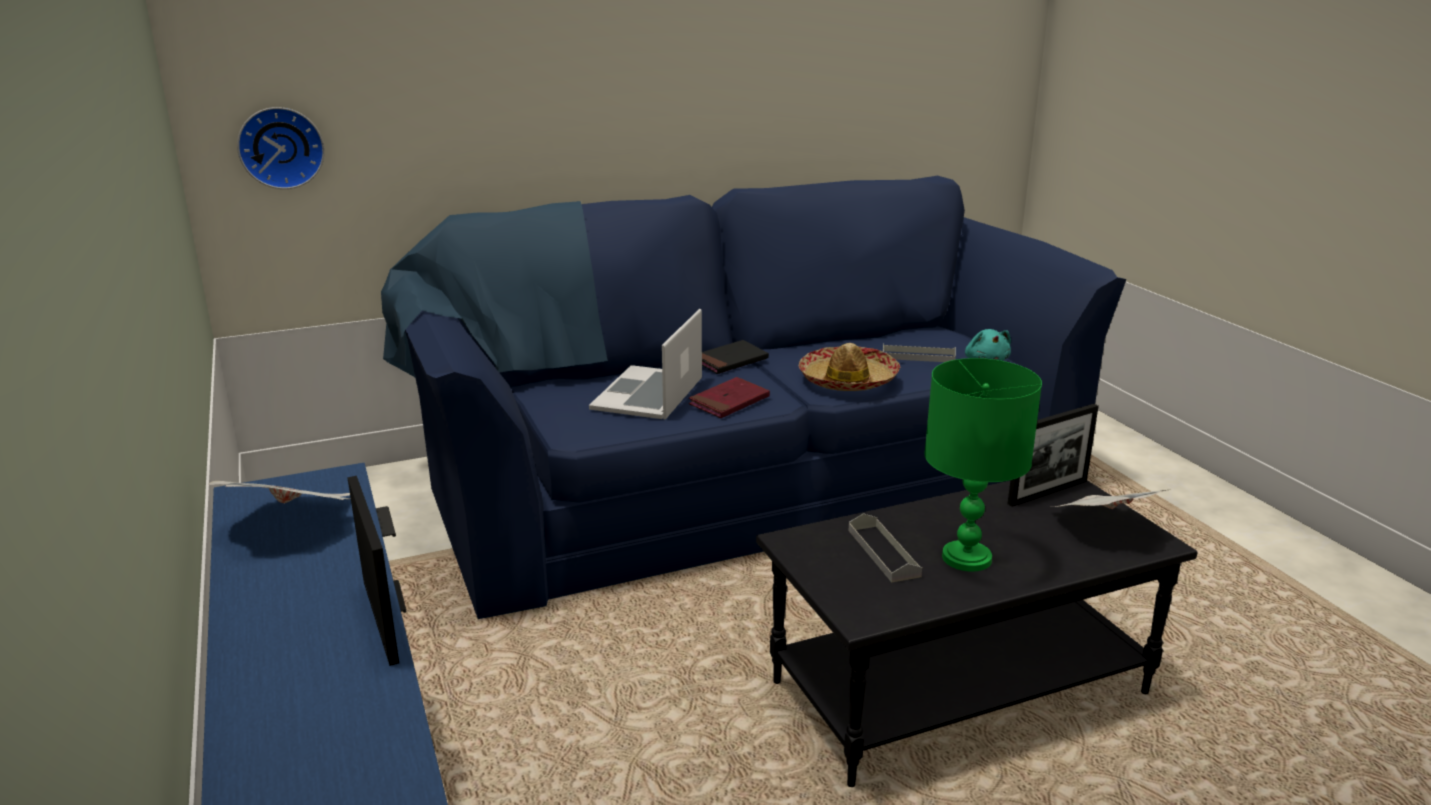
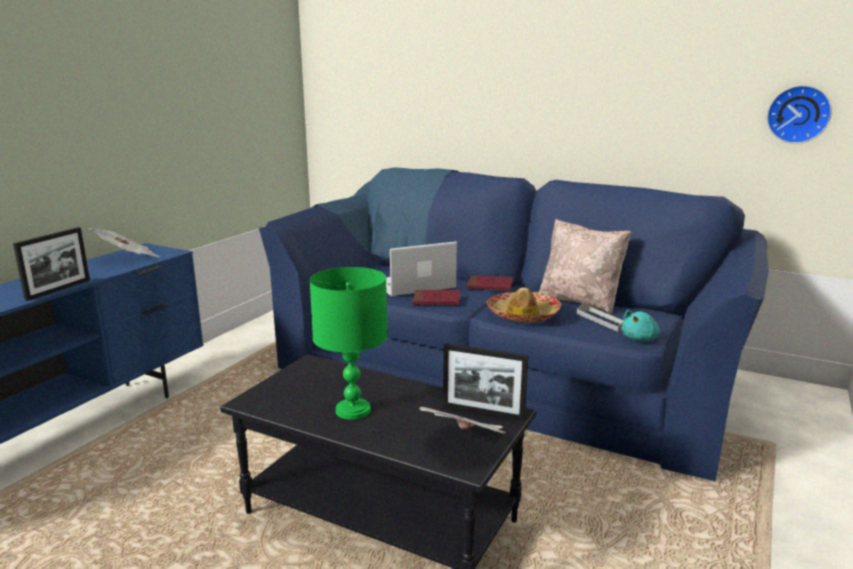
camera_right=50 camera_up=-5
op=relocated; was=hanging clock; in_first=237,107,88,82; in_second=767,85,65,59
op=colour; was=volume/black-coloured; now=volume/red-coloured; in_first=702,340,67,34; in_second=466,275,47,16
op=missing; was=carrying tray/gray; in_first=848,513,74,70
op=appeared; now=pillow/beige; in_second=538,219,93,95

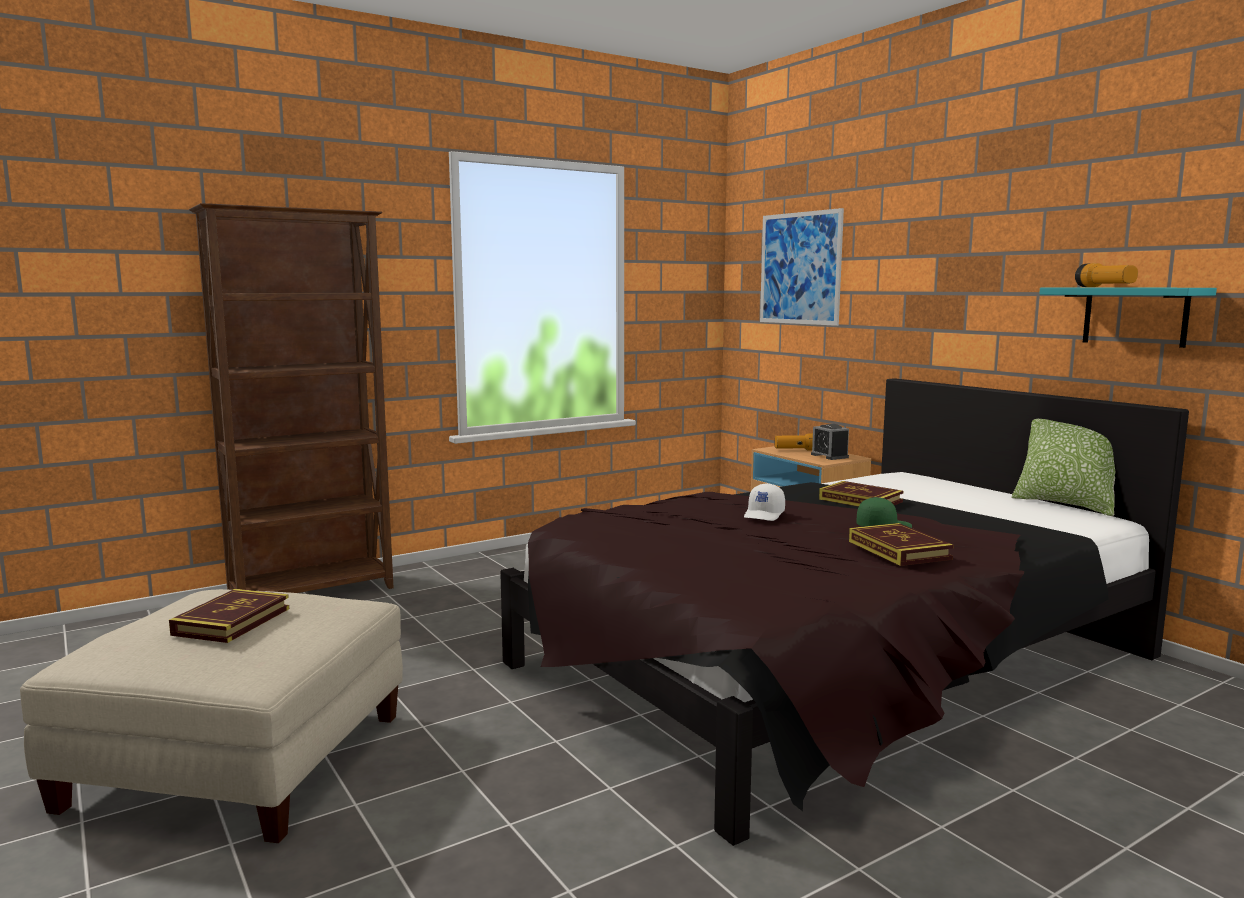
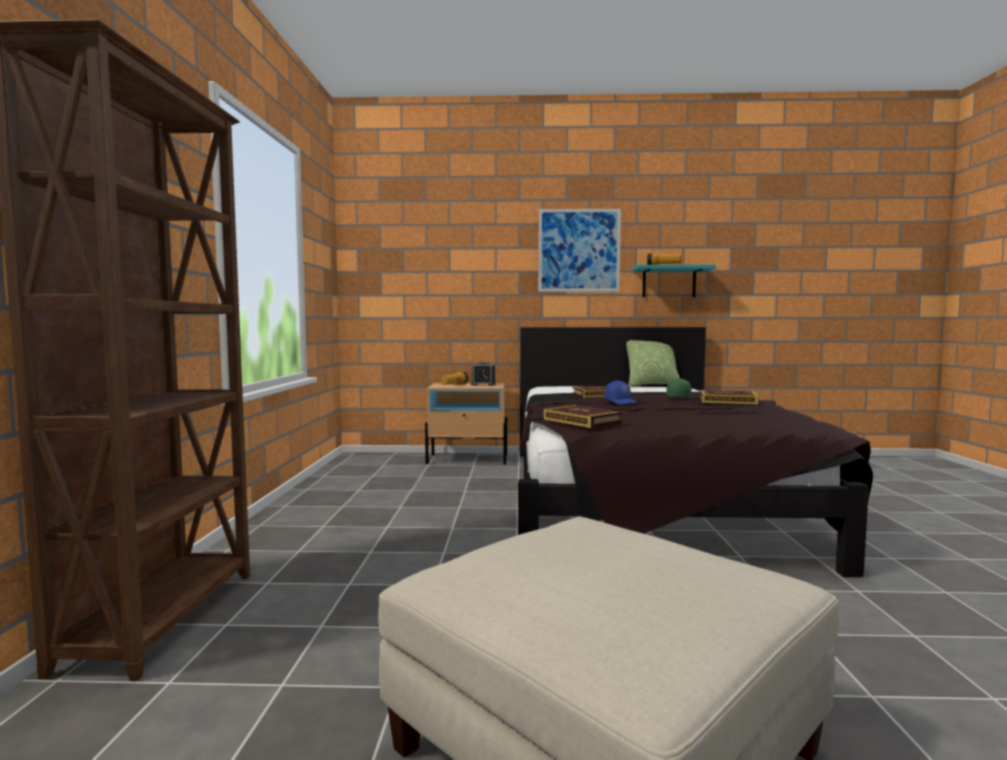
camera_right=-55 camera_up=-5
op=relocated; was=volume; in_first=169,589,120,54; in_second=544,405,78,23
op=colour; was=cap/white-coloured; now=cap/bluish; in_first=744,483,41,38; in_second=605,380,33,24
op=relocated; was=wall picture; in_first=760,208,84,118; in_second=538,209,83,83

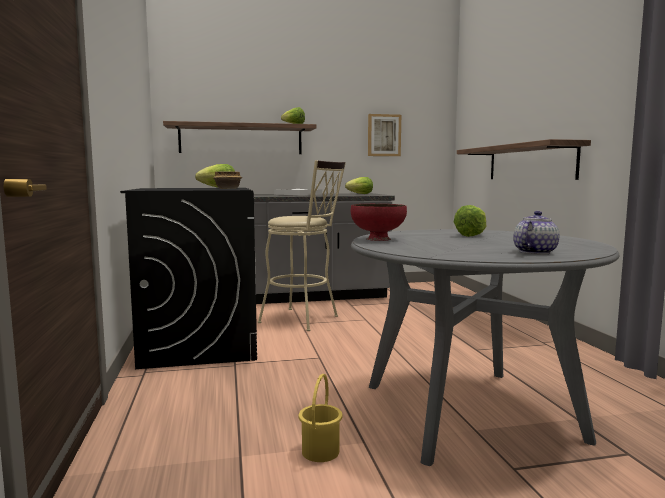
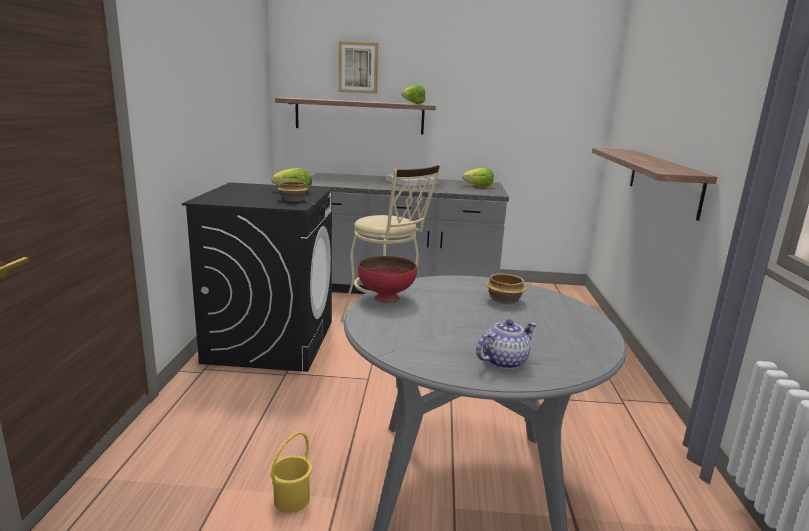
camera_right=15 camera_up=10
op=relocated; was=wall picture; in_first=368,114,33,42; in_second=338,42,40,52
op=exchanged; was=lettuce head; now=bowl; in_first=454,205,32,32; in_second=486,273,40,31

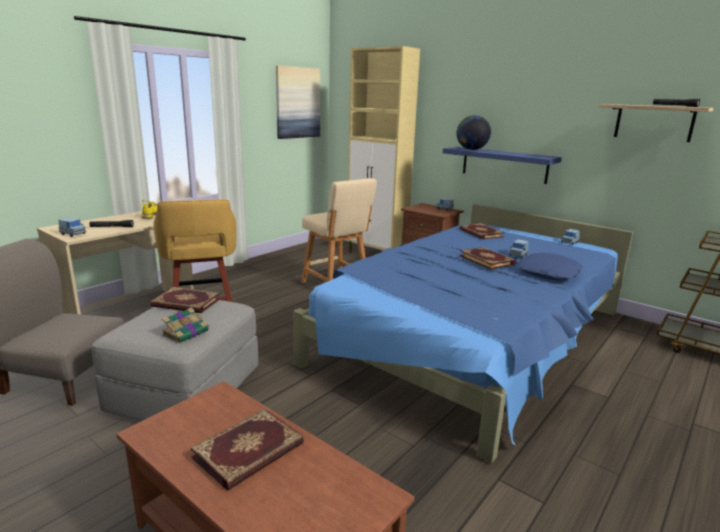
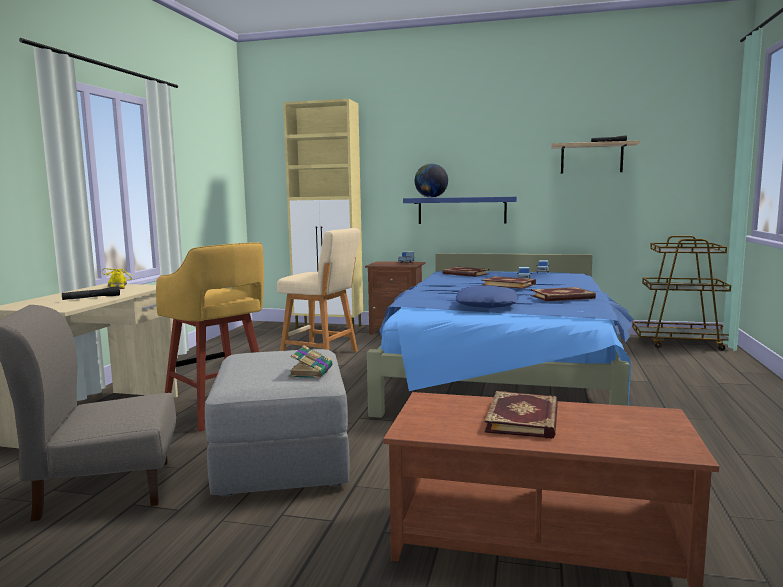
camera_right=-25 camera_up=-10
op=missing; was=miniature car/bluish; in_first=59,218,27,19
op=relocated; was=volume; in_first=150,287,71,26; in_second=531,287,65,14
op=missing; was=wall picture; in_first=276,65,44,74
op=relocated; was=pillow/bluish; in_first=517,253,66,27; in_second=456,285,63,23

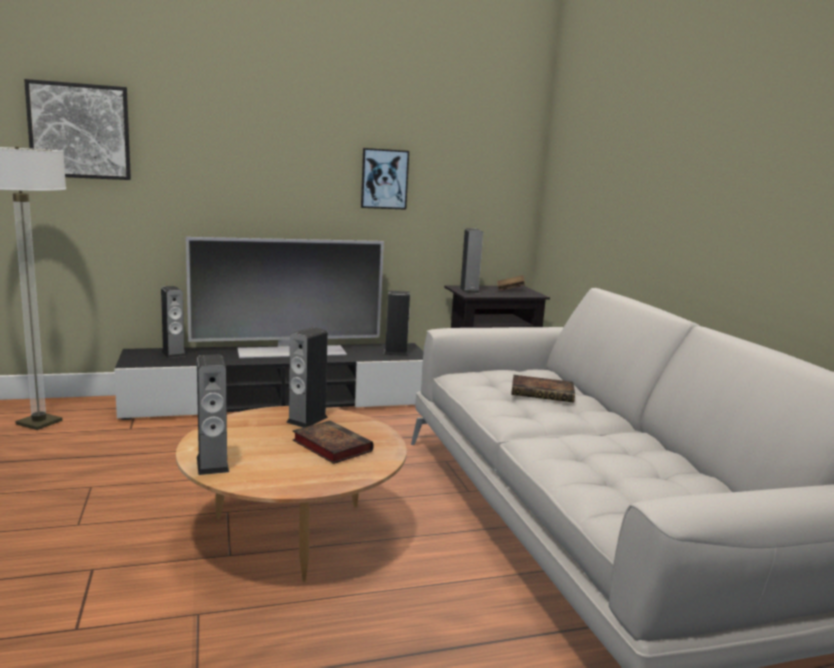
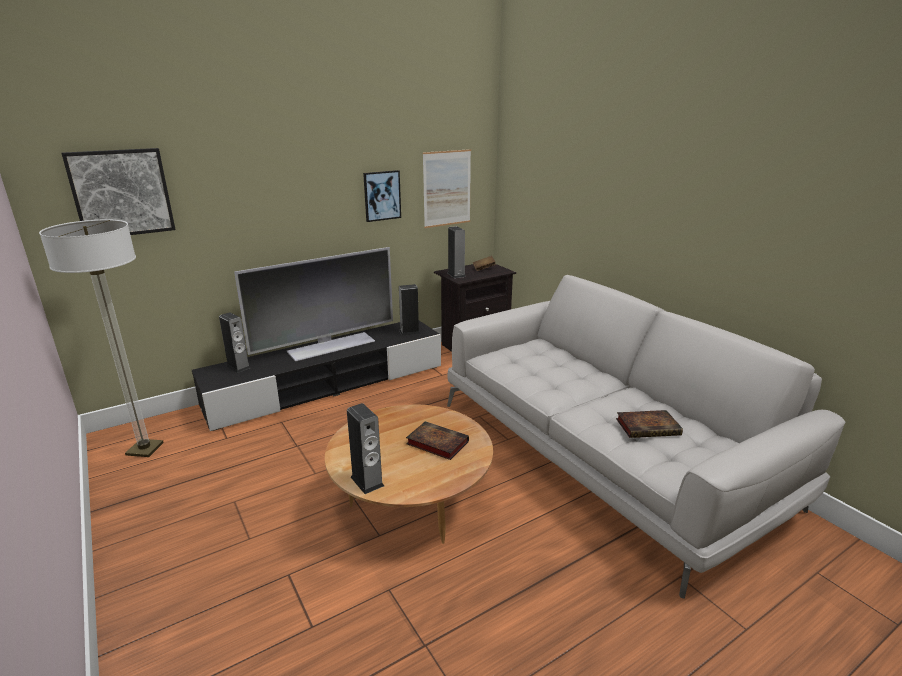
camera_right=-15 camera_up=10
op=missing; was=audio speaker; in_first=286,327,42,101
op=relocated; was=volume; in_first=511,375,64,28; in_second=616,410,67,28
op=appeared; now=wall picture; in_second=423,149,48,79

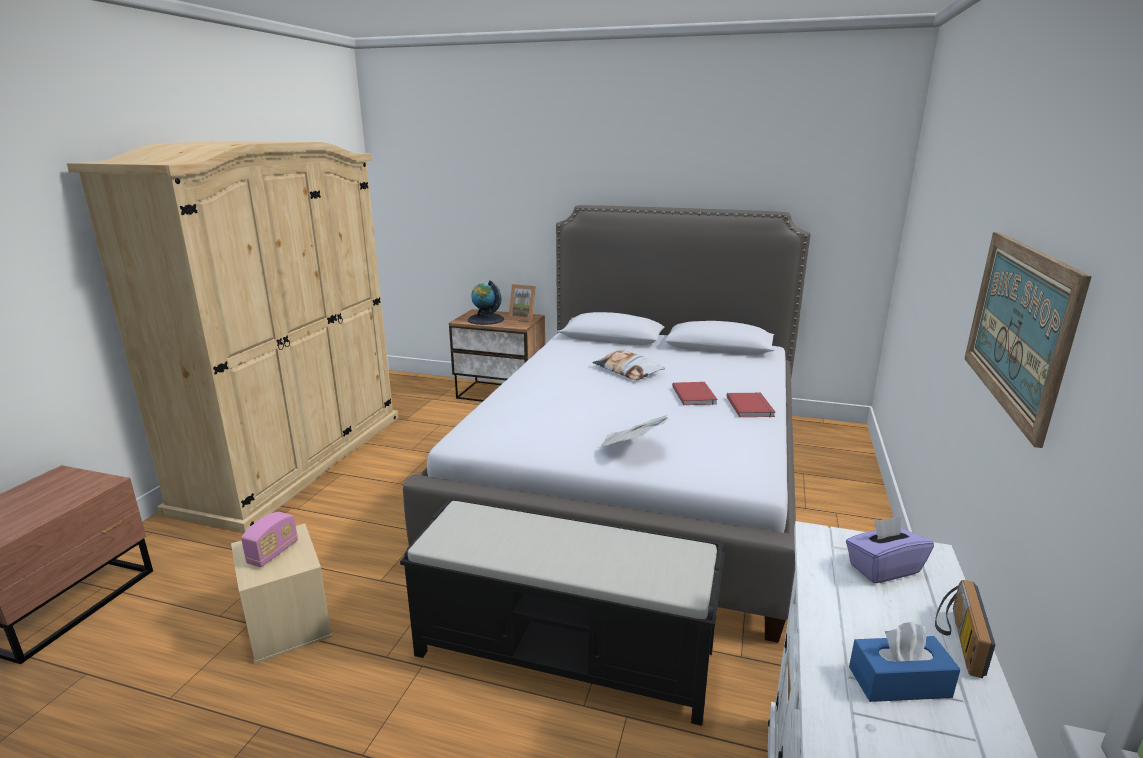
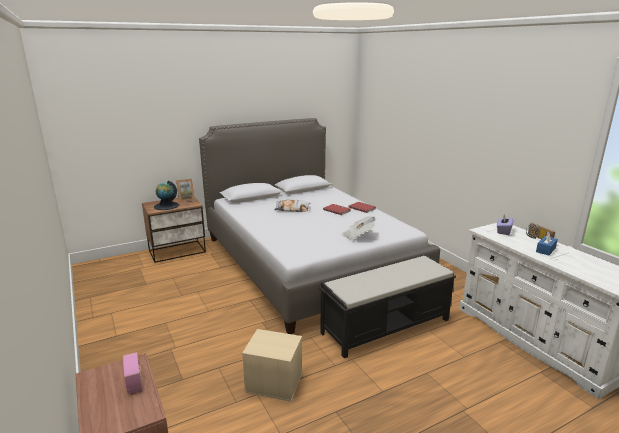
camera_right=-45 camera_up=0
op=missing; was=wardrobe/beige; in_first=67,141,331,392
op=relocated; was=radio; in_first=241,512,57,55; in_second=123,352,19,42
op=missing; was=wall picture; in_first=964,232,128,216

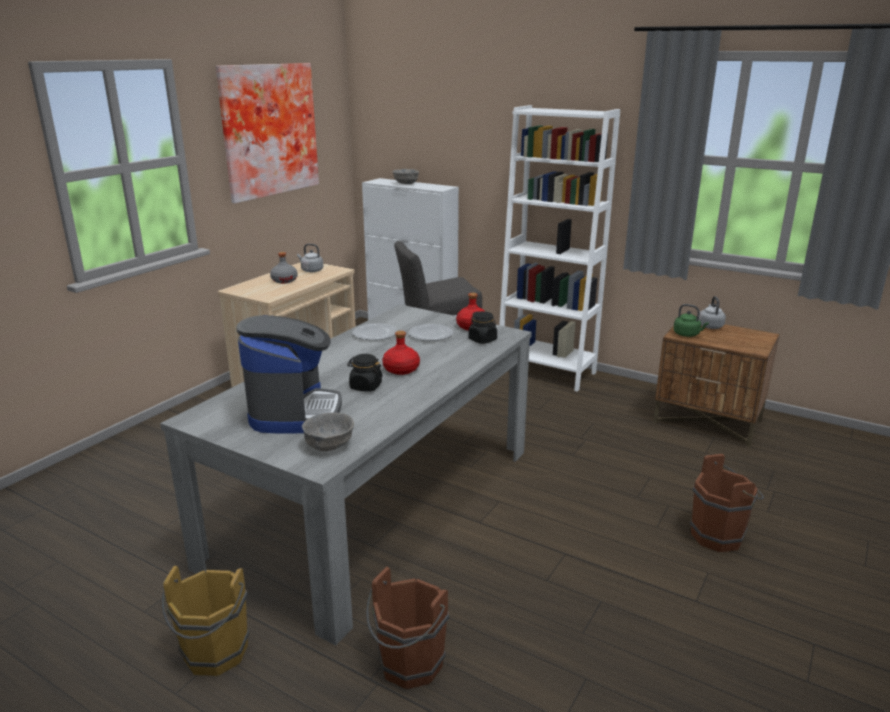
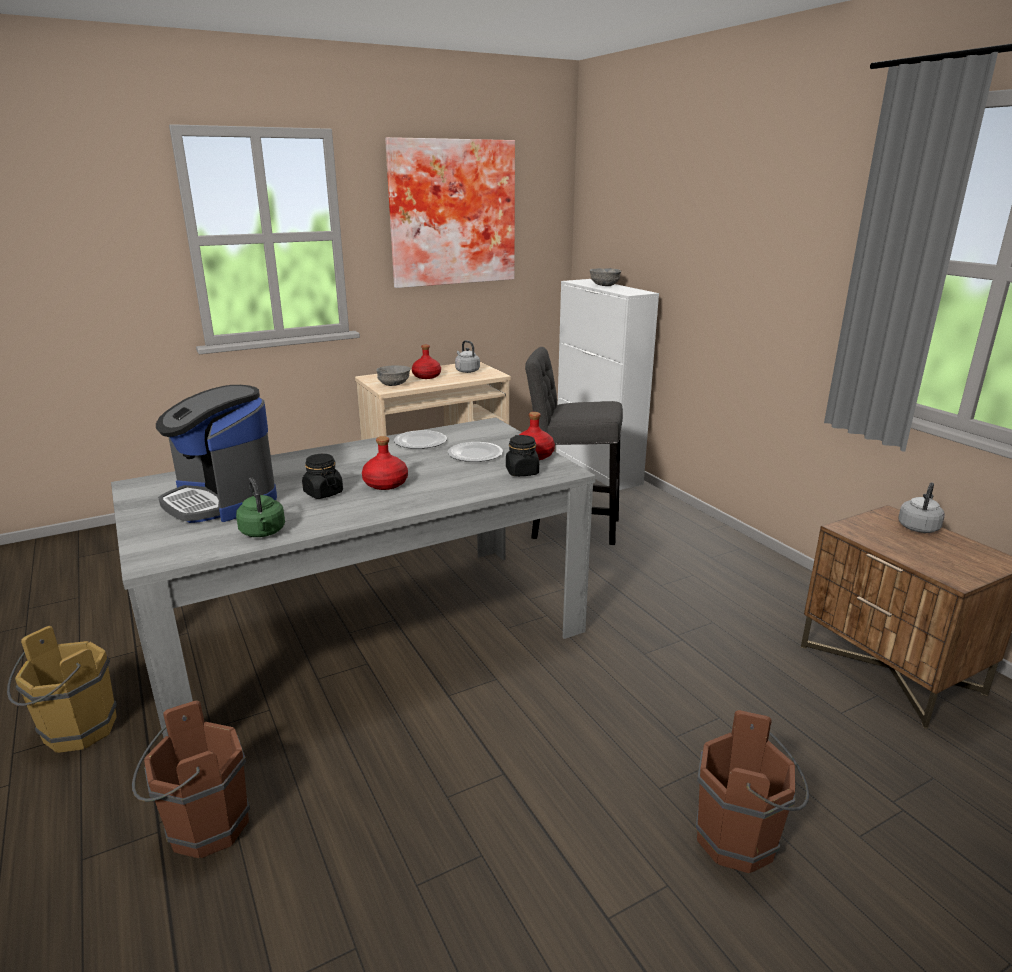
camera_right=30 camera_up=0
op=spun; was=coffee machine; in_first=236,315,106,119; in_second=156,385,121,138; clockwise=105
op=colour; was=bottle/gray; now=bottle/red-coloured; in_first=270,252,28,32; in_second=412,345,29,34
op=relocated; was=bowl/gray; in_first=302,413,52,38; in_second=376,365,35,21
op=missing; was=bookshelf/white-coloured; in_first=499,105,121,287
op=relocated; was=tea kettle/green; in_first=673,304,36,33; in_second=236,478,49,59

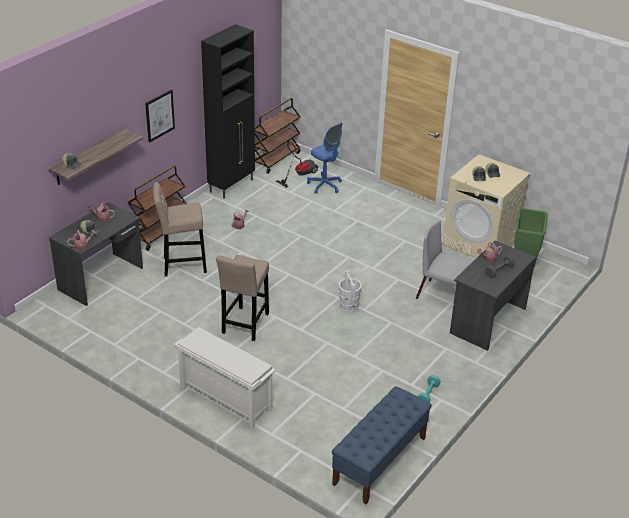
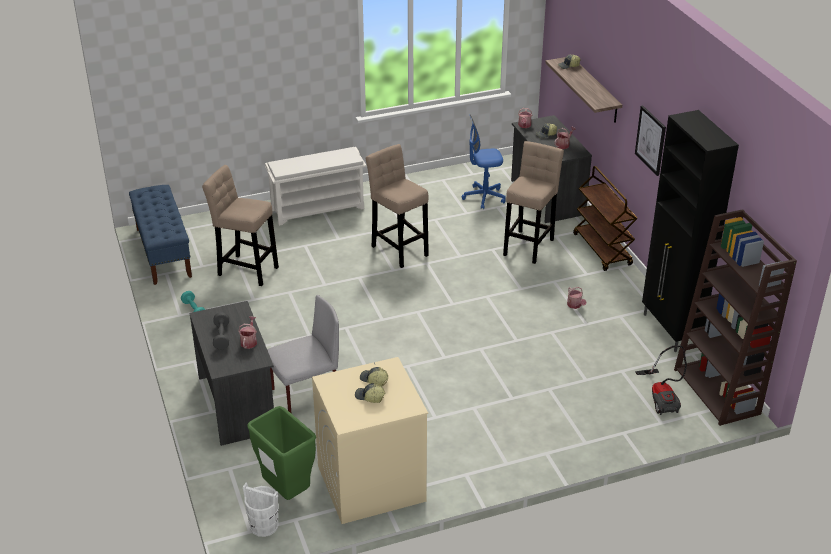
camera_right=125 camera_up=0
op=exchanged; was=trolley/brown; now=bookshelf/brown; in_first=255,98,45,76; in_second=674,209,123,217
op=relocated; was=office chair/bluish; in_first=307,123,36,71; in_second=462,114,44,95
op=relocated; was=pail/white-coloured; in_first=339,271,23,42; in_second=243,483,35,54
op=appeared; now=stool seat/beige; in_second=202,165,77,121

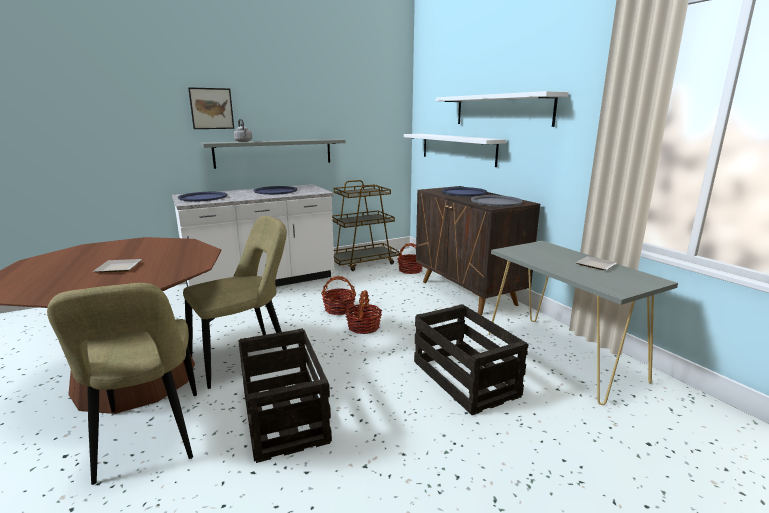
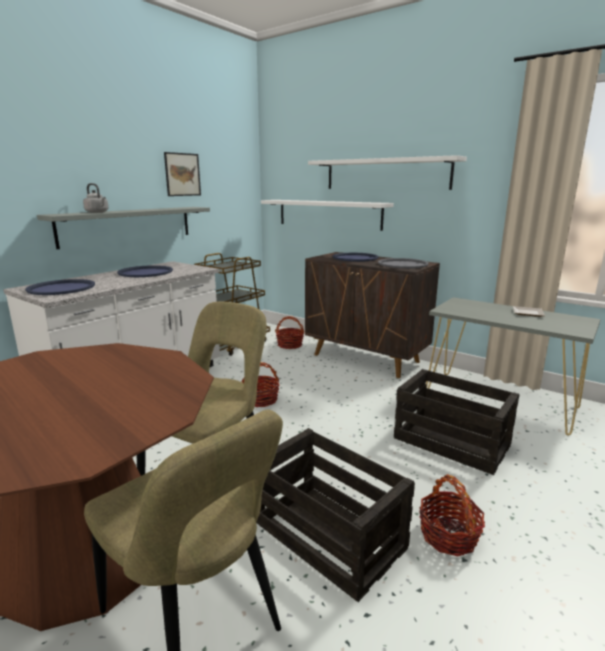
camera_right=-25 camera_up=0
op=missing; was=flat dish; in_first=93,259,49,14
op=relocated; was=wall picture; in_first=188,87,46,42; in_second=164,152,37,44
op=relocated; was=household basket; in_first=345,290,37,44; in_second=419,474,66,83

